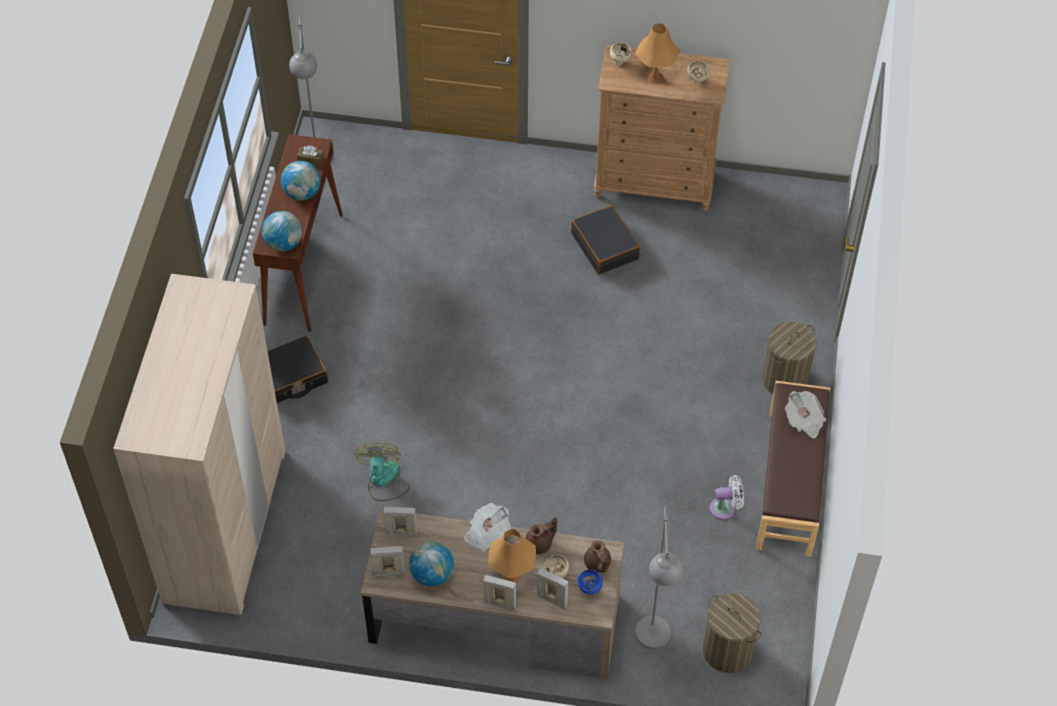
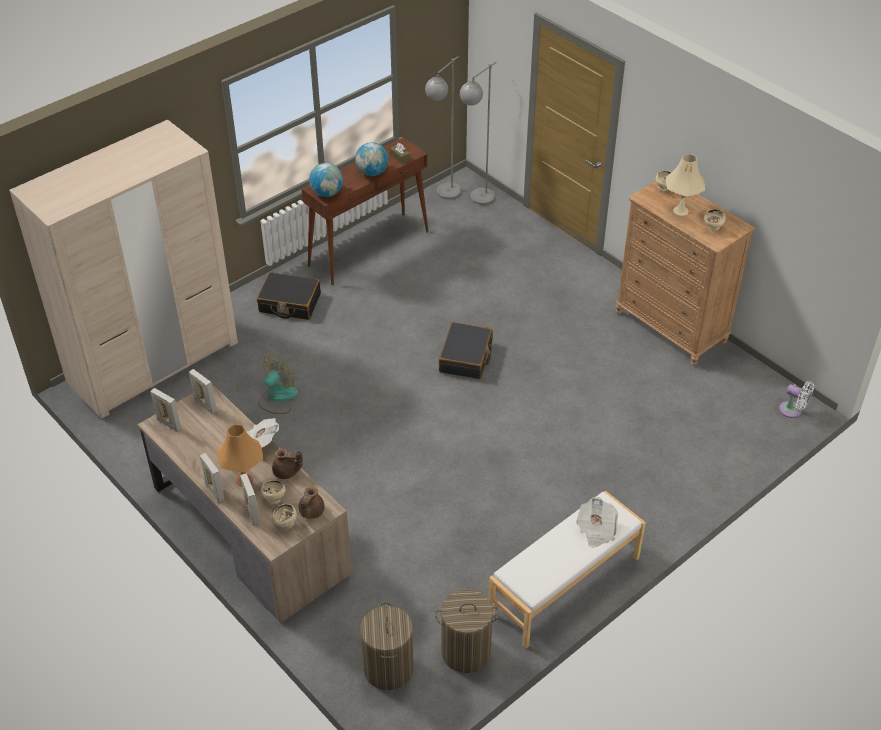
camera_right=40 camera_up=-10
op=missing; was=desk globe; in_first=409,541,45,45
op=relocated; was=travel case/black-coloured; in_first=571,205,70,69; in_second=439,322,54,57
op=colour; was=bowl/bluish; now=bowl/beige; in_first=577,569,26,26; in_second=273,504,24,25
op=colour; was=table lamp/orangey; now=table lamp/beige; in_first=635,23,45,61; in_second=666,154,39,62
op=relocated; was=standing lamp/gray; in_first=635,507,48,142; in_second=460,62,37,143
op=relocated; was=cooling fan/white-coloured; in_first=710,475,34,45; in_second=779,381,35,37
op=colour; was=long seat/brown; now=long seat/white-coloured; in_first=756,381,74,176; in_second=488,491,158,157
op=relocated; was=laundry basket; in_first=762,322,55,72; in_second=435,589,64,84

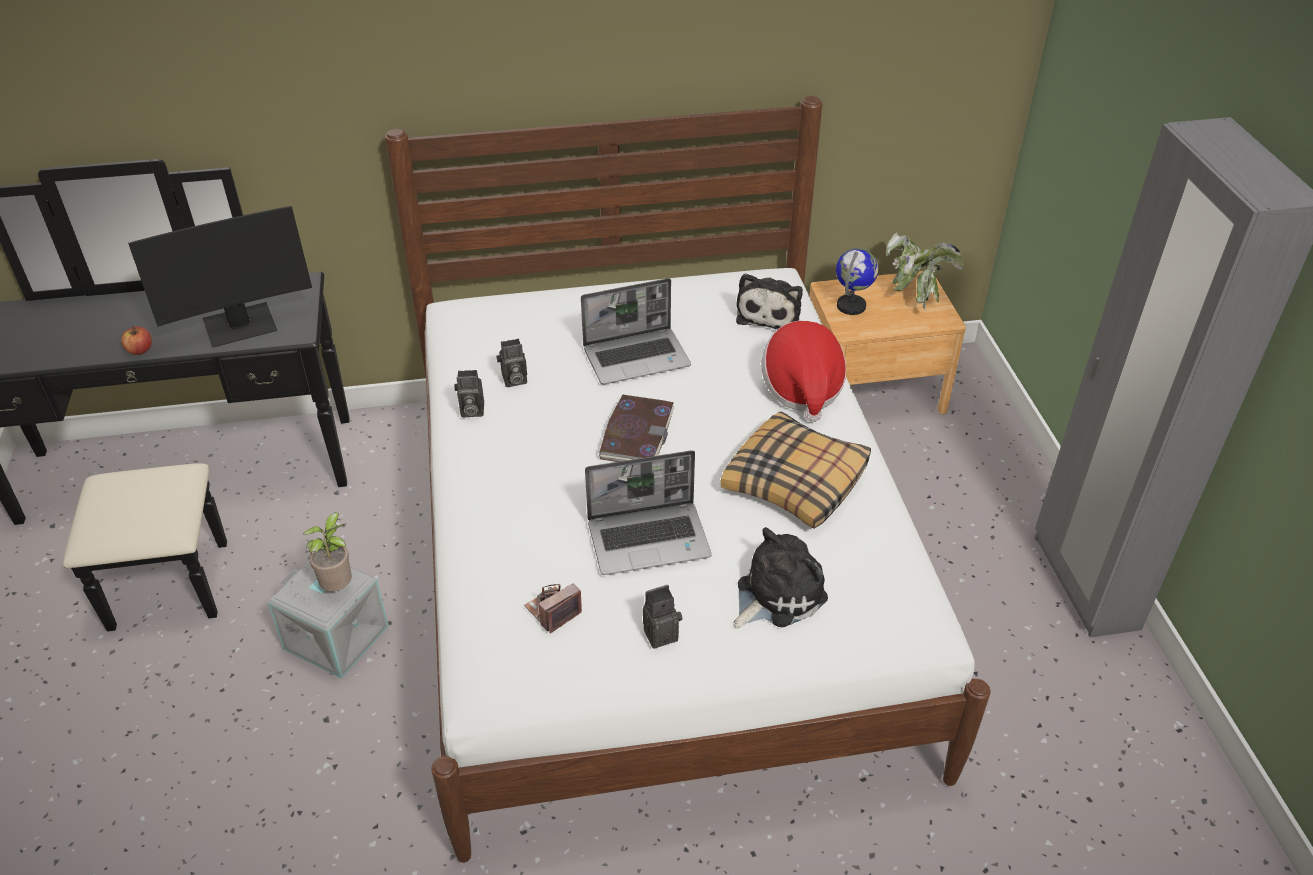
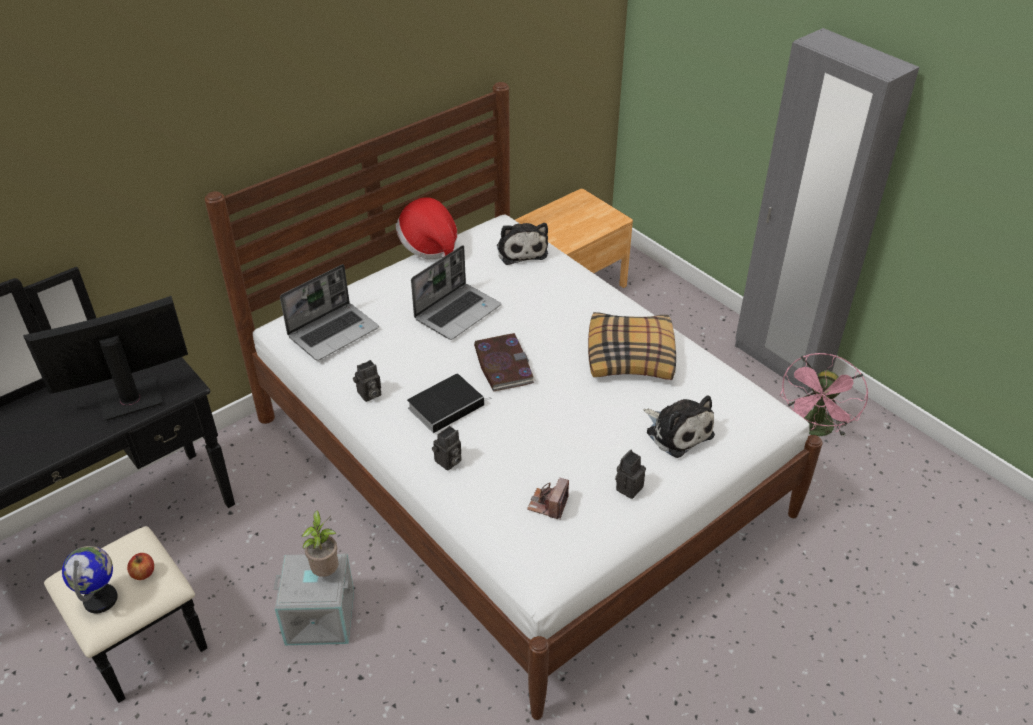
camera_right=-30 camera_up=0
op=relocated; was=whole apple; in_first=121,326,31,29; in_second=127,553,27,27
op=spun; was=monitor; in_first=128,206,184,142; in_second=23,296,165,125; clockwise=-150
op=relocated; was=still camera; in_first=496,339,31,48; in_second=432,426,29,45
op=relocated; was=portable computer; in_first=585,450,127,125; in_second=280,264,99,97
op=spun; was=soft toy; in_first=734,527,94,101; in_second=643,395,72,63; clockwise=120
op=relocated; was=clothing hat; in_first=761,321,85,101; in_second=396,197,62,62
op=relocated; was=desk globe; in_first=836,248,43,67; in_second=62,546,56,68
op=missing; was=plant in a pot; in_first=886,231,78,79
op=appeared; now=volume; in_second=407,374,85,59
op=appeared; now=cooling fan/pink-coloured; in_second=780,353,89,84

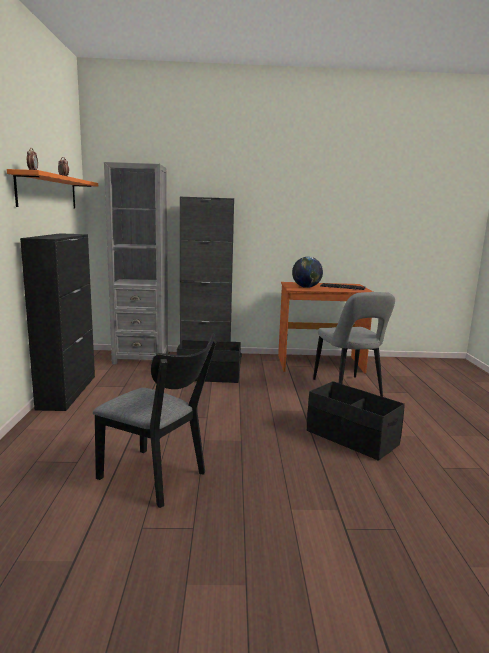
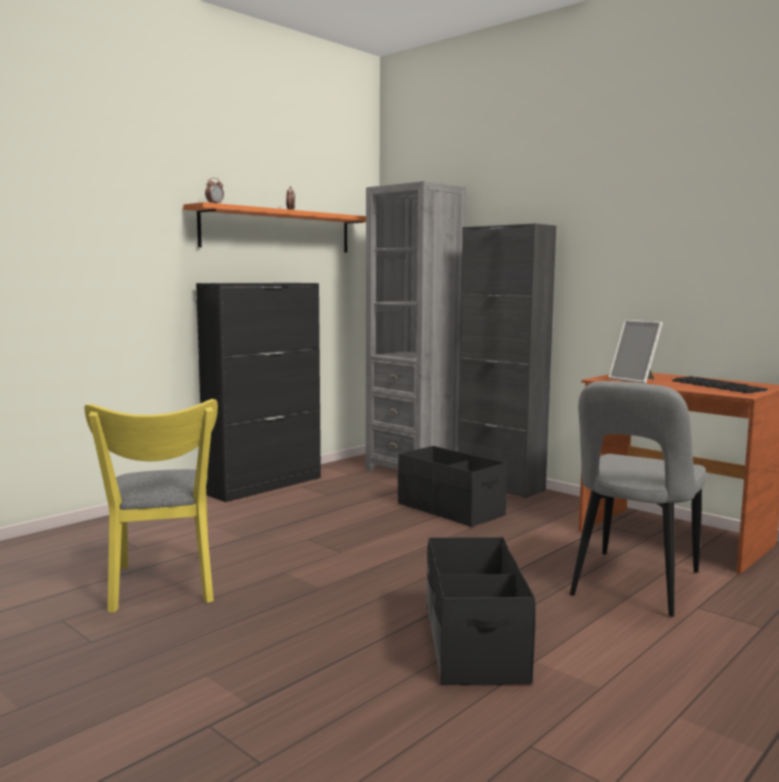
camera_right=45 camera_up=-5
op=colour; was=chair/black-coloured; now=chair/yellowish; in_first=93,333,123,175; in_second=84,399,134,214
op=exchanged; was=desk globe; now=photo frame; in_first=292,257,31,31; in_second=608,320,55,63

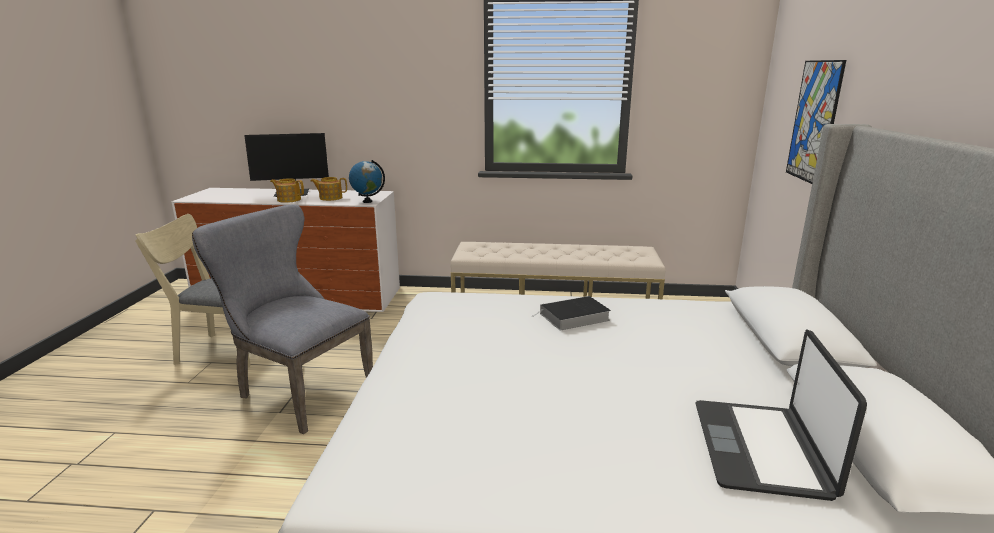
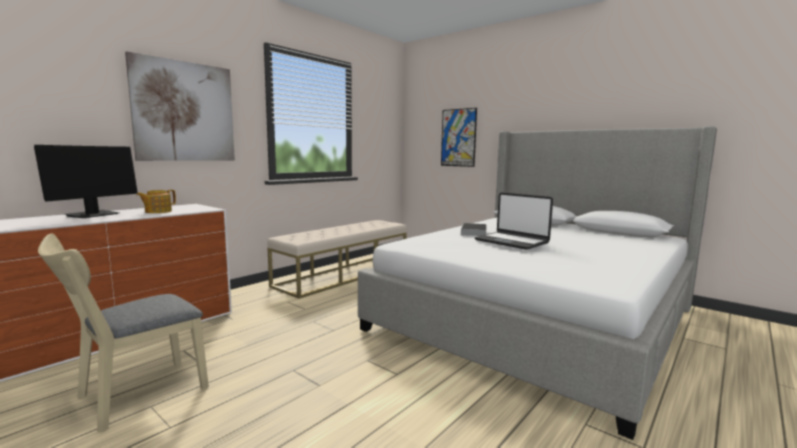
camera_right=-55 camera_up=-10
op=missing; was=chair/gray; in_first=192,204,181,230
op=missing; was=tea pot; in_first=270,178,34,25
op=missing; was=desk globe; in_first=349,160,36,43
op=relocated; was=portable computer; in_first=695,330,172,171; in_second=475,192,78,58
op=appeared; now=wall picture; in_second=125,51,110,110

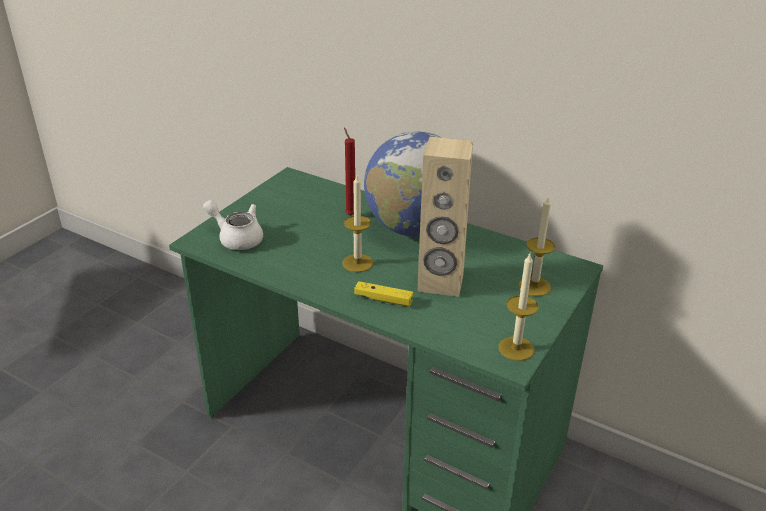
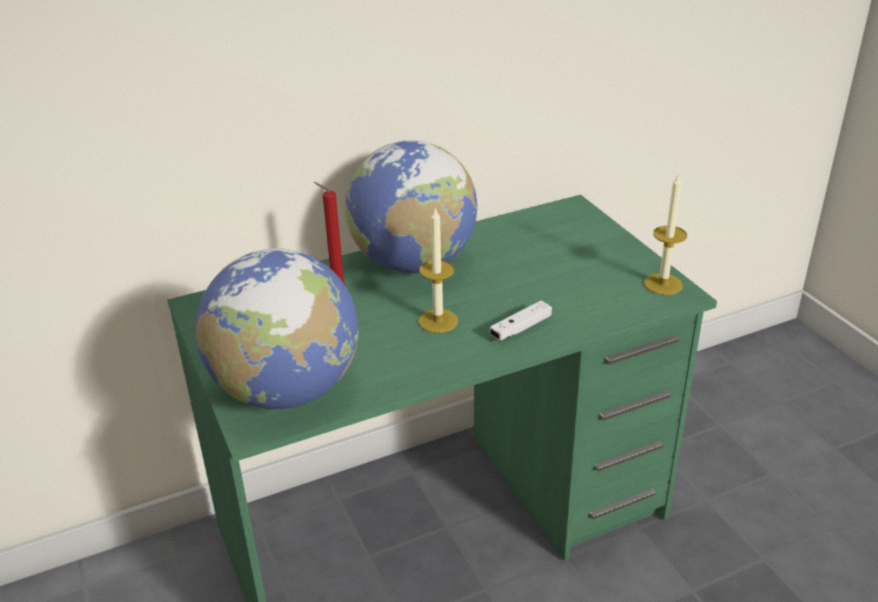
camera_right=-55 camera_up=0
op=exchanged; was=tea pot/white-coloured; now=desk globe; in_first=203,200,60,50; in_second=195,248,164,161
op=colour; was=joypad/yellowish; now=joypad/white-coloured; in_first=354,281,59,26; in_second=490,301,62,39
op=missing; was=audio speaker/beige; in_first=417,137,56,160
op=missing; was=wax light; in_first=518,195,37,101

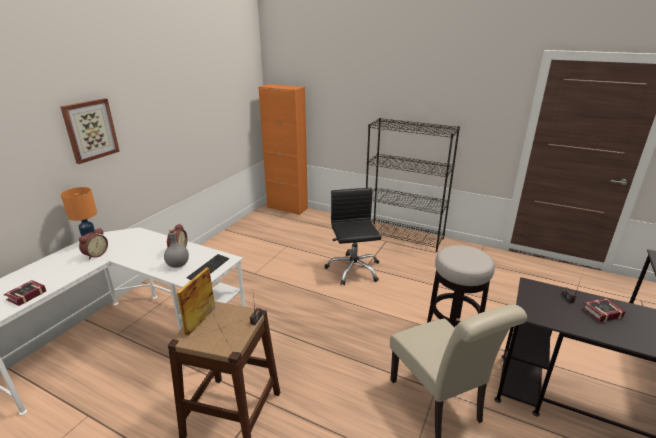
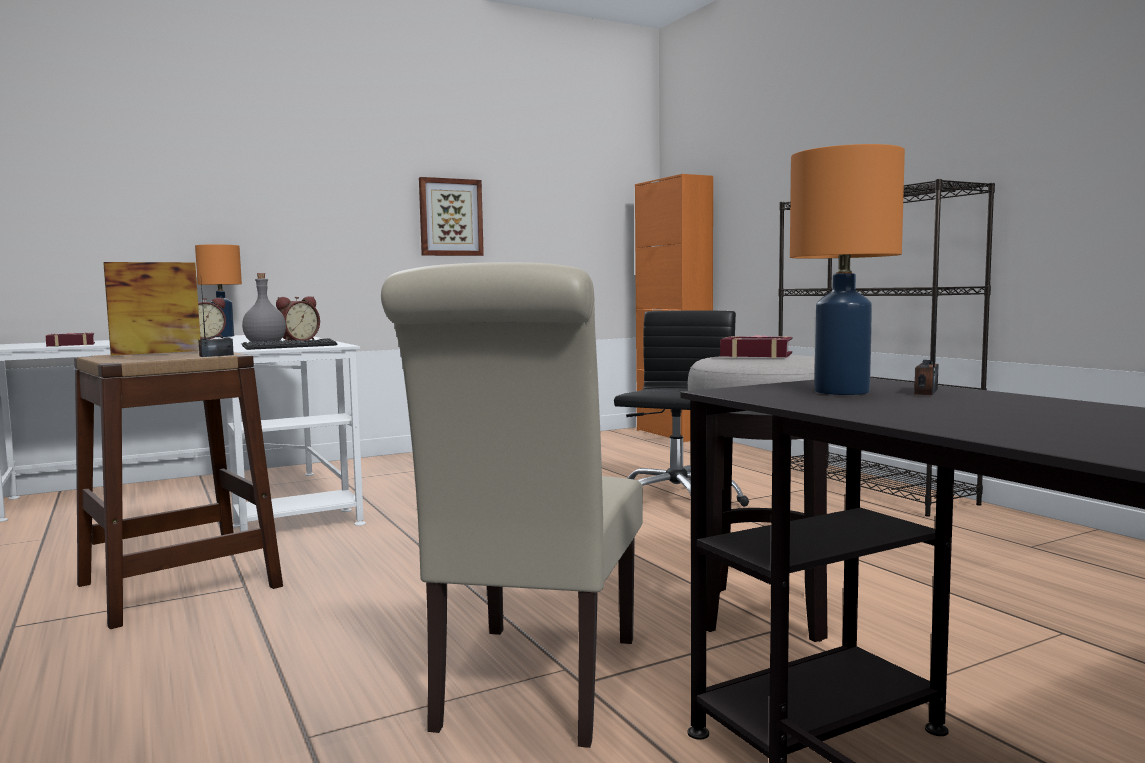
camera_right=35 camera_up=-20
op=relocated; was=wall picture; in_first=60,98,60,66; in_second=419,177,65,79
op=relocated; was=volume; in_first=582,298,44,24; in_second=720,335,72,23
op=appeared; now=table lamp/orangey; in_second=790,144,115,251

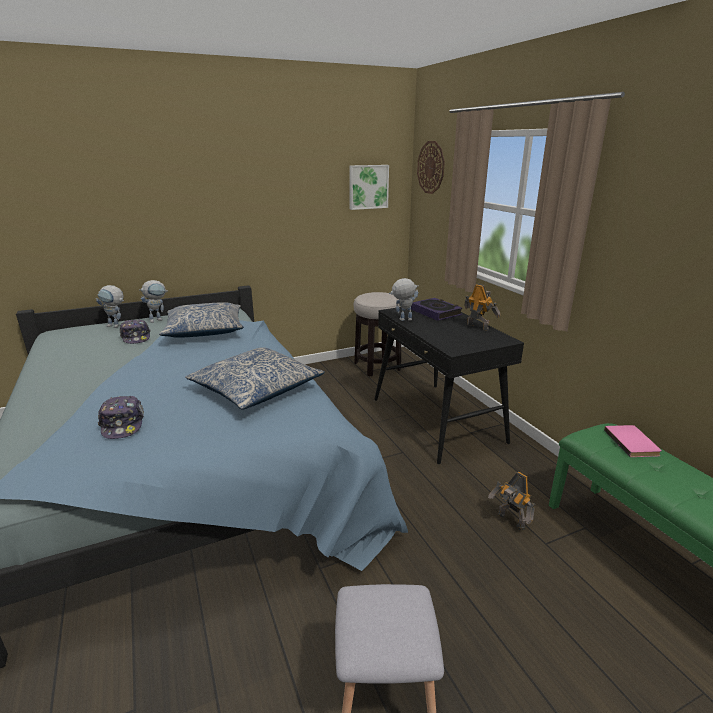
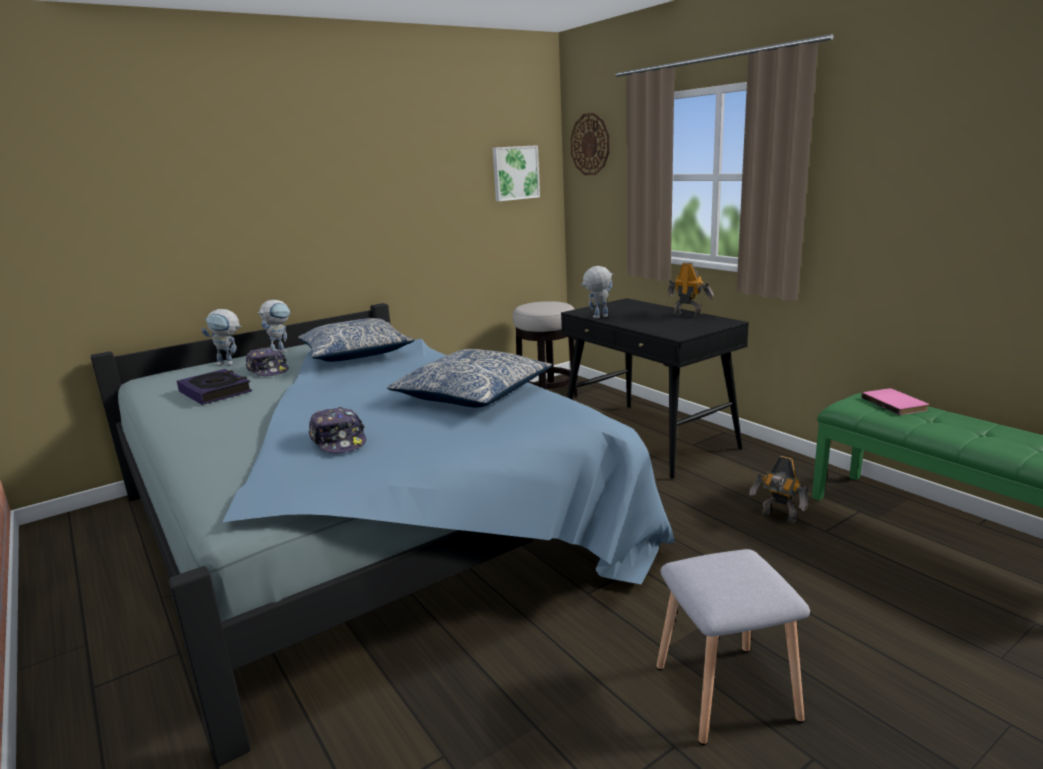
camera_right=-10 camera_up=-5
op=relocated; was=volume; in_first=411,298,52,23; in_second=177,369,75,36

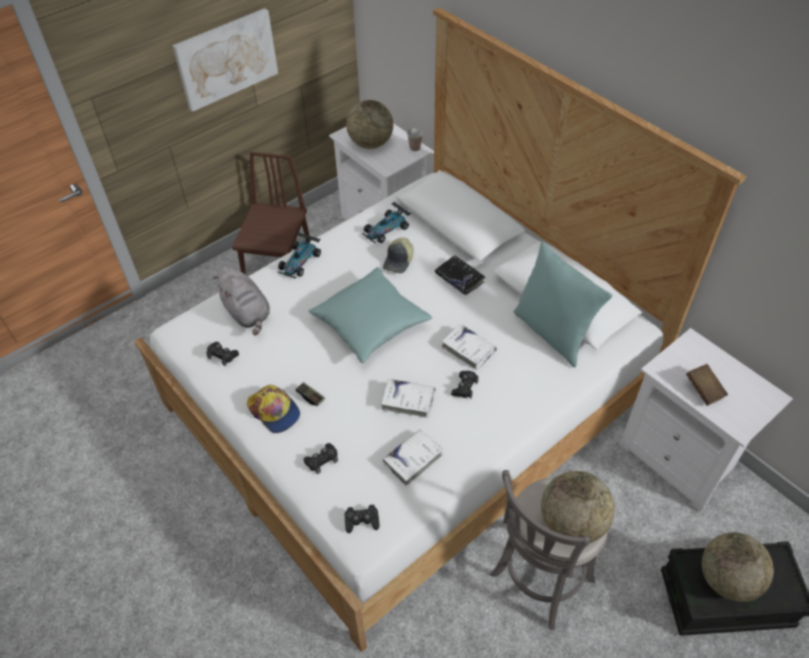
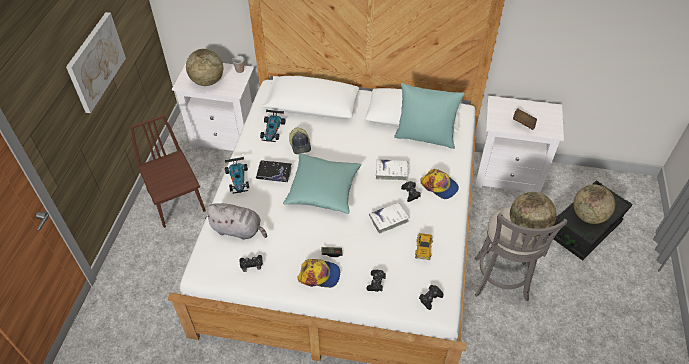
camera_right=-40 camera_up=0
op=exchanged; was=volume/white-coloured; now=miniature car; in_first=383,429,60,56; in_second=415,233,18,27
op=relocated; was=volume/black-coloured; in_first=435,255,50,40; in_second=256,160,36,22
op=appeared; now=cap; in_second=420,169,39,30

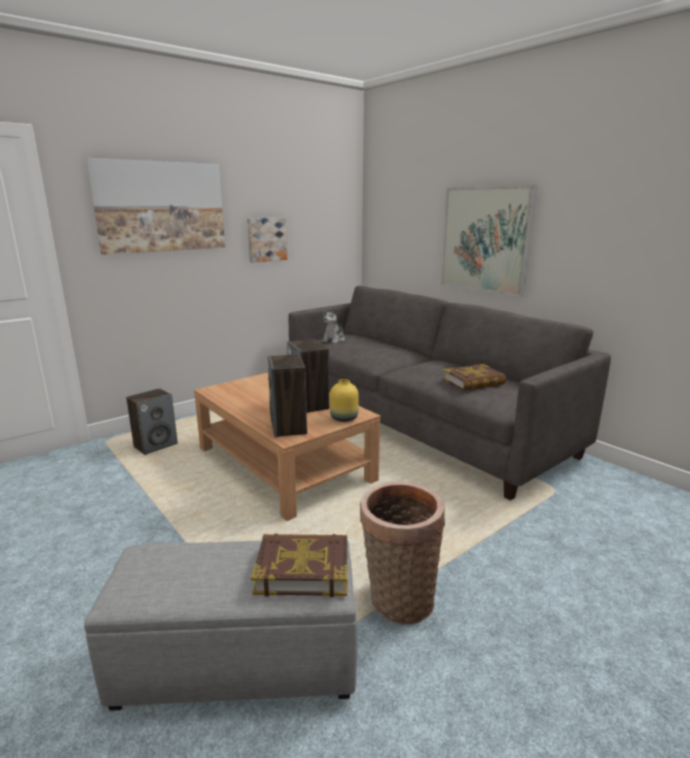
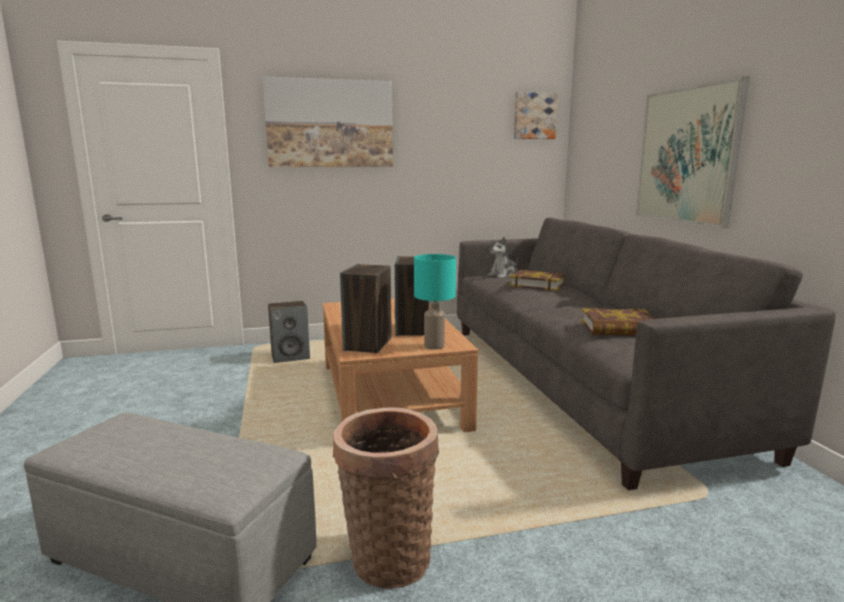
camera_right=25 camera_up=-5
op=relocated; was=wall picture; in_first=247,218,40,44; in_second=514,92,44,47
op=relocated; was=volume; in_first=251,533,96,64; in_second=509,270,56,21
op=exchanged; was=flower vase/yellowish; now=table lamp/turquoise; in_first=330,379,29,43; in_second=414,254,42,96

